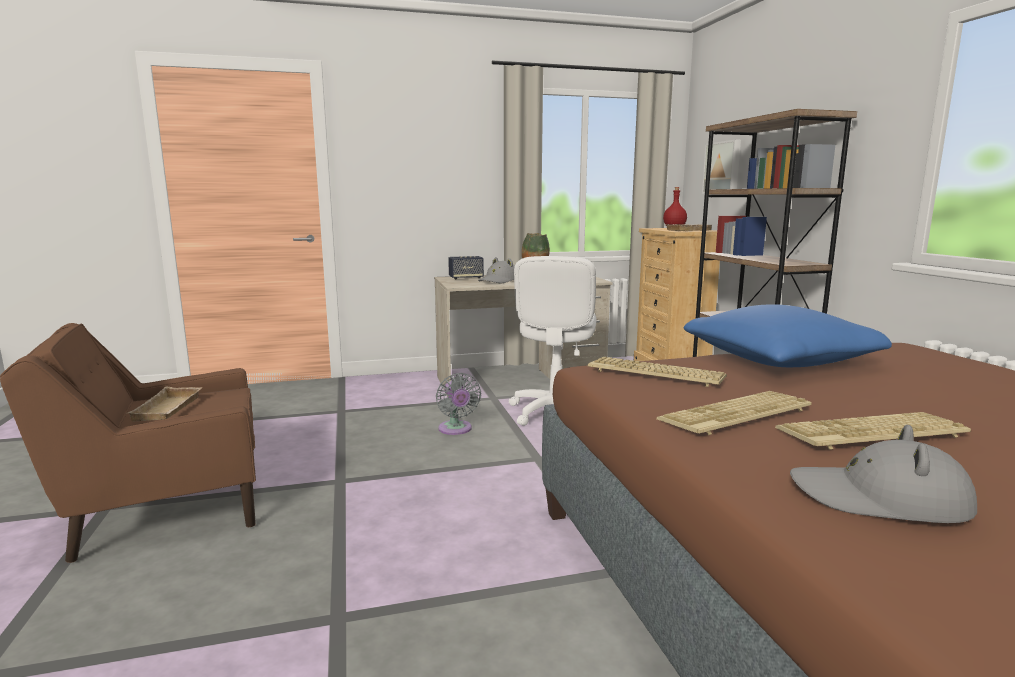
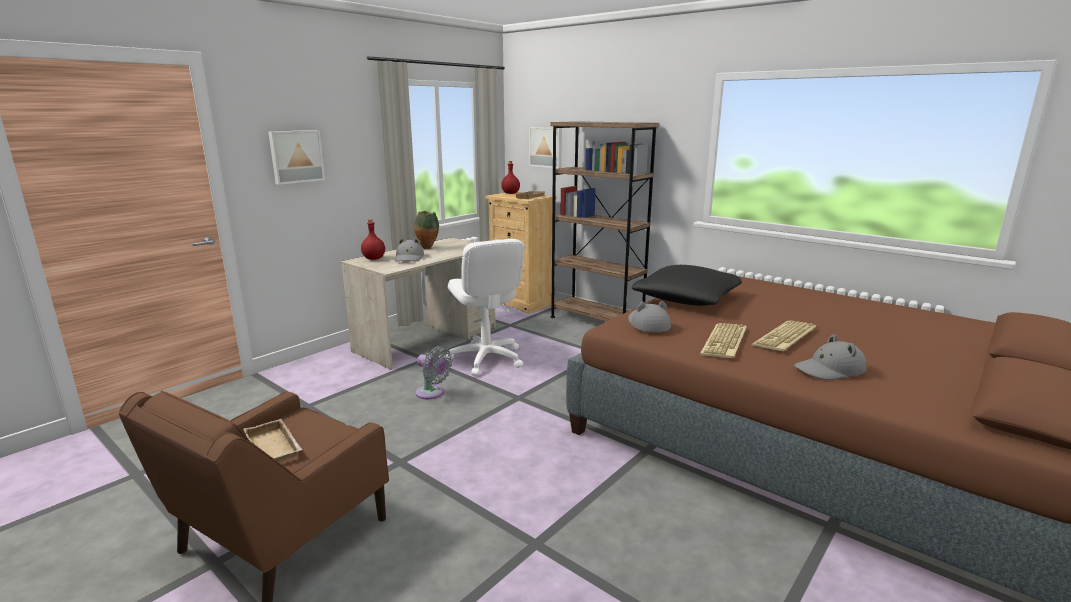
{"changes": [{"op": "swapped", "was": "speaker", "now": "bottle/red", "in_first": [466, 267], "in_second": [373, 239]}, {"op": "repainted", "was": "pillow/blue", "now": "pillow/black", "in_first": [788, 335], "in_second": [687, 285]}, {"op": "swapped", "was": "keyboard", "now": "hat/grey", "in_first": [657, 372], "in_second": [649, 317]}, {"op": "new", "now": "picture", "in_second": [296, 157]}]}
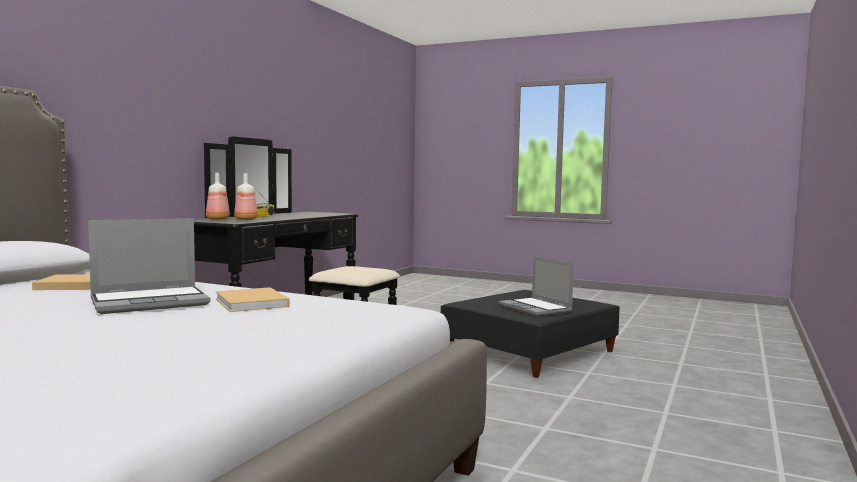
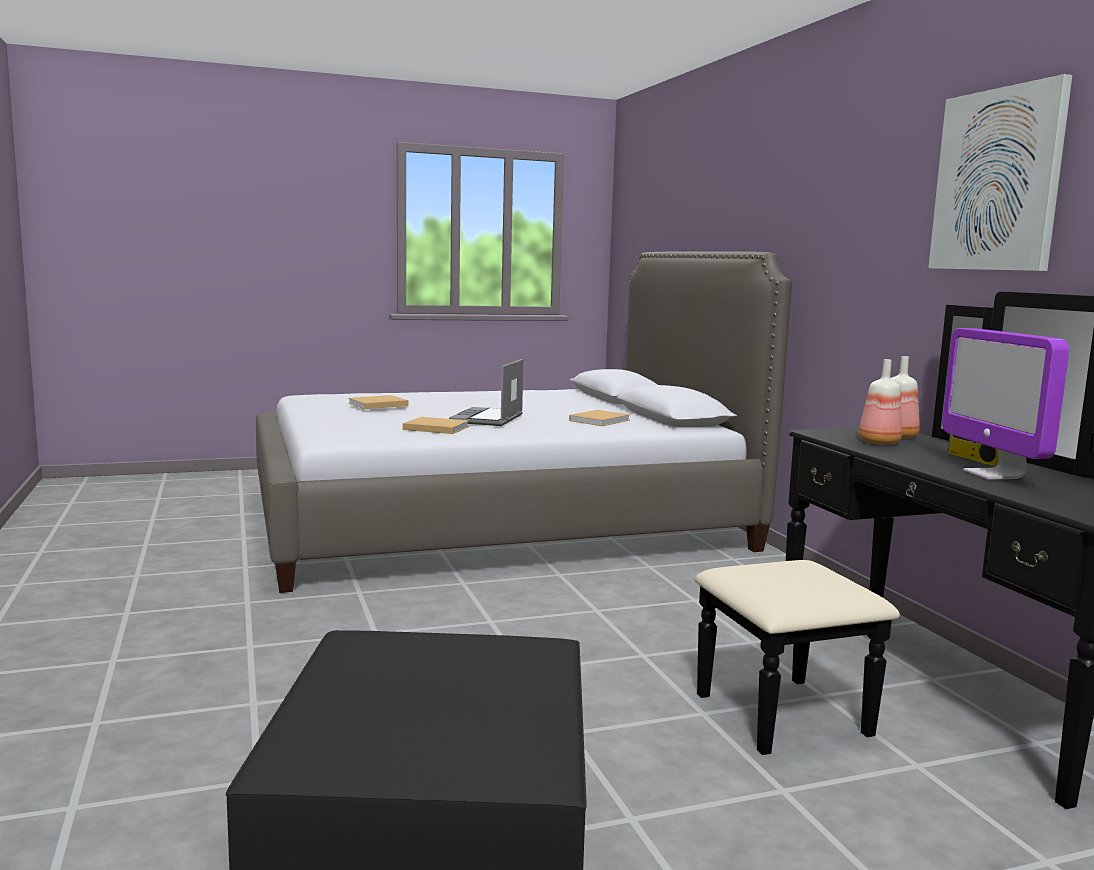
{"changes": [{"op": "gone", "was": "laptop", "in_first": [536, 286]}, {"op": "new", "now": "picture", "in_second": [1000, 172]}, {"op": "new", "now": "monitor", "in_second": [1005, 404]}, {"op": "new", "now": "book/beige", "in_second": [378, 402]}]}
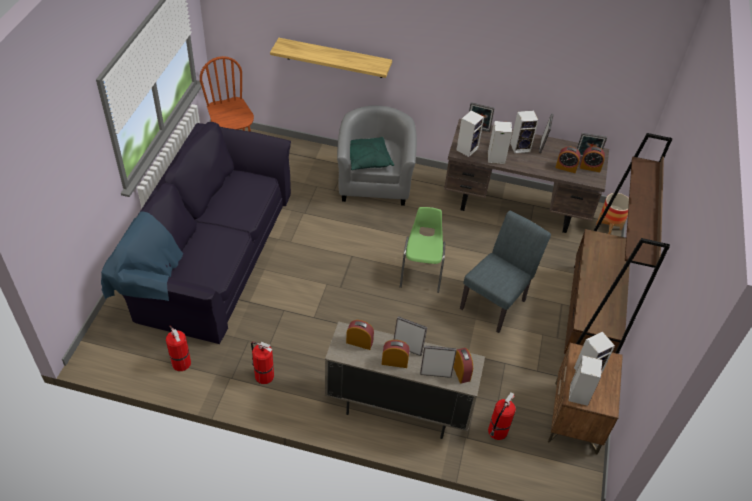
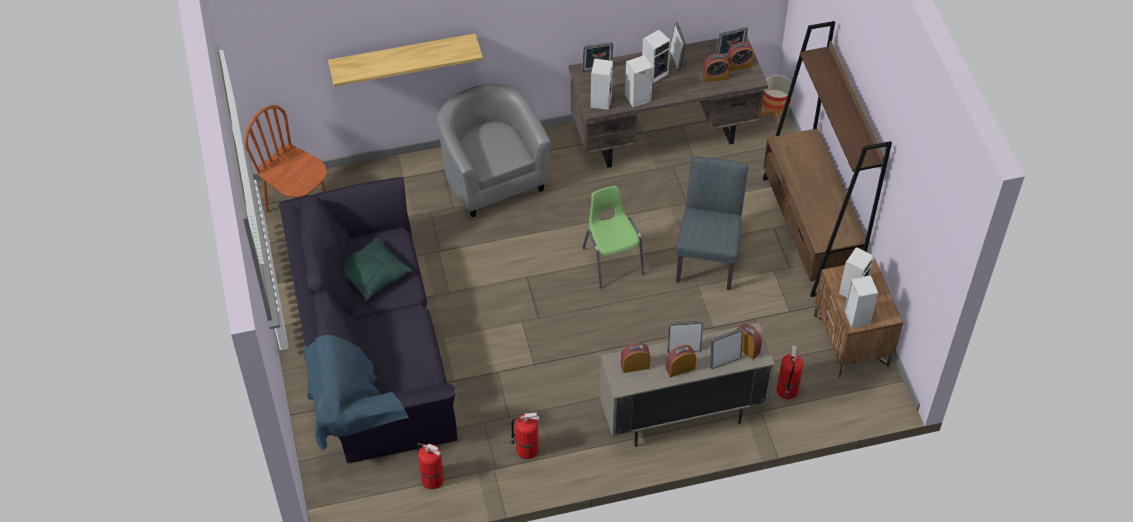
{"changes": [{"op": "shifted", "was": "pillow/green", "in_first": [372, 153], "in_second": [378, 269]}]}
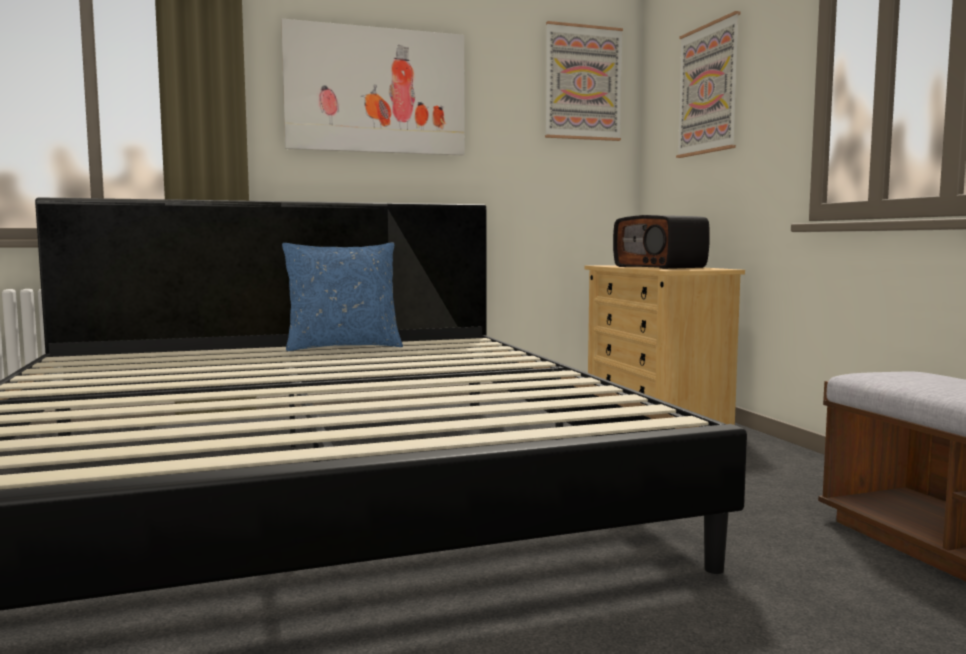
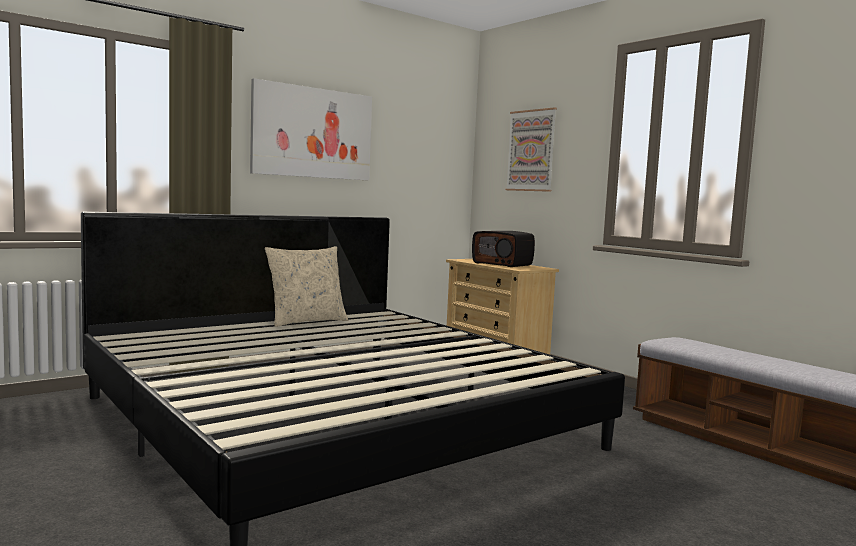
{"changes": [{"op": "gone", "was": "picture", "in_first": [584, 81]}, {"op": "repainted", "was": "pillow/blue", "now": "pillow/beige", "in_first": [342, 296], "in_second": [306, 286]}]}
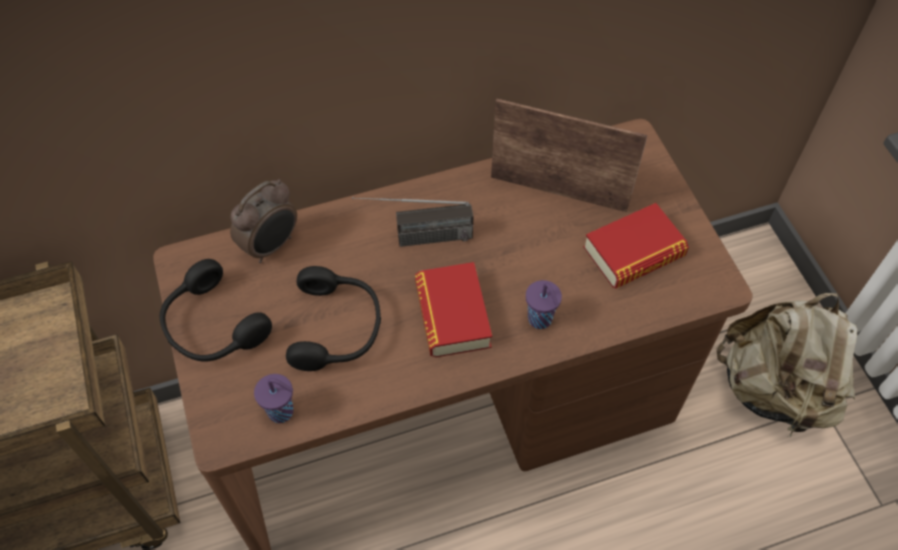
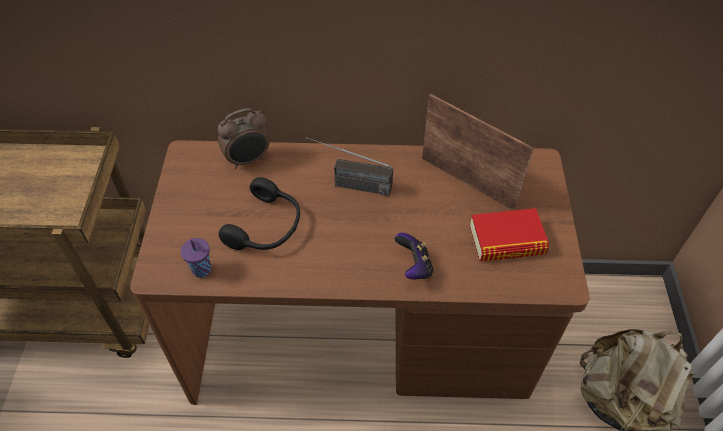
{"changes": [{"op": "gone", "was": "headphones/black", "in_first": [216, 310]}, {"op": "gone", "was": "book", "in_first": [453, 309]}, {"op": "swapped", "was": "cup/purple", "now": "game controller", "in_first": [544, 304], "in_second": [414, 256]}]}
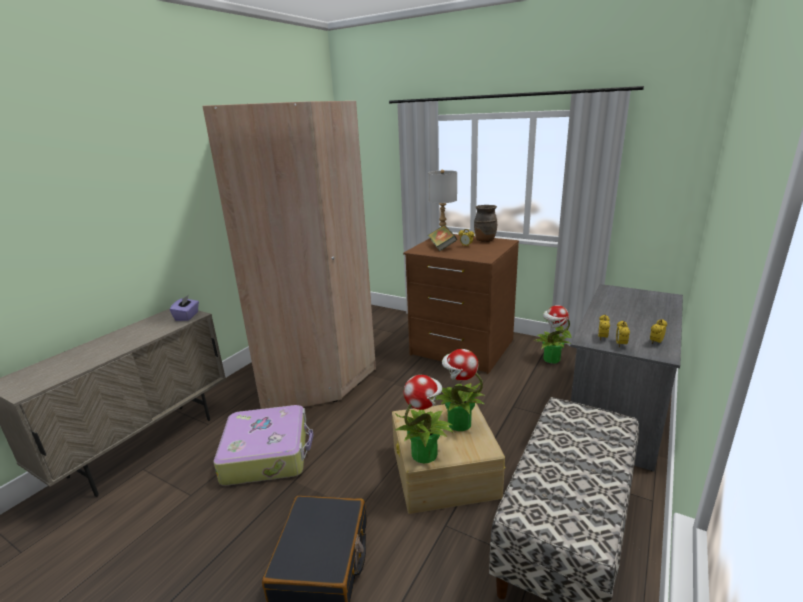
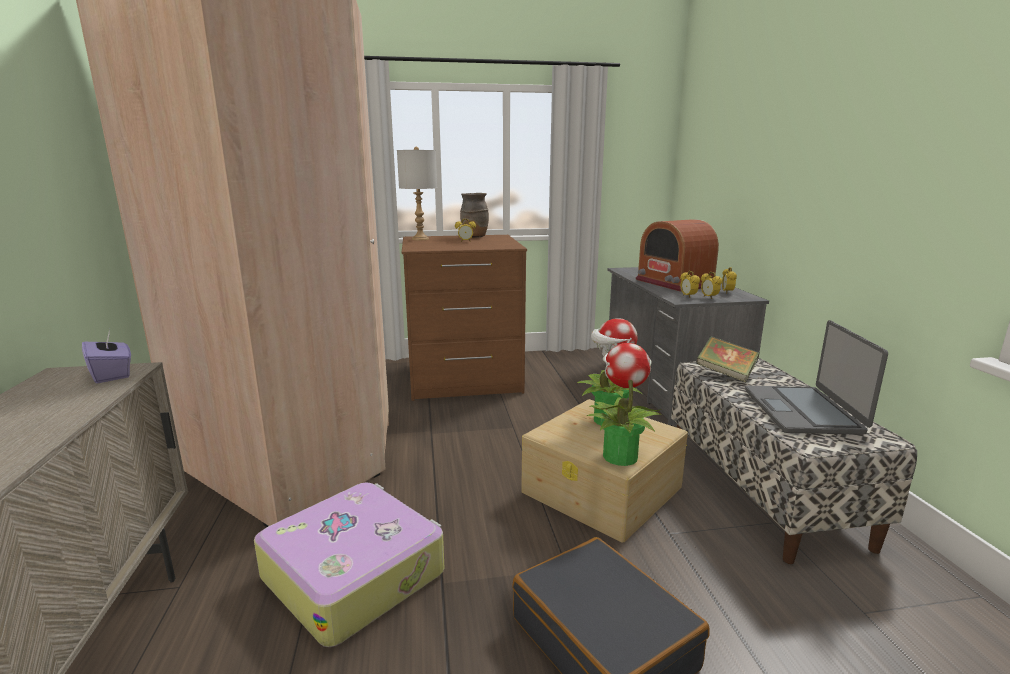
{"changes": [{"op": "shifted", "was": "book", "in_first": [442, 238], "in_second": [728, 359]}, {"op": "gone", "was": "potted plant", "in_first": [554, 334]}, {"op": "new", "now": "radio", "in_second": [677, 255]}, {"op": "new", "now": "laptop", "in_second": [816, 377]}]}
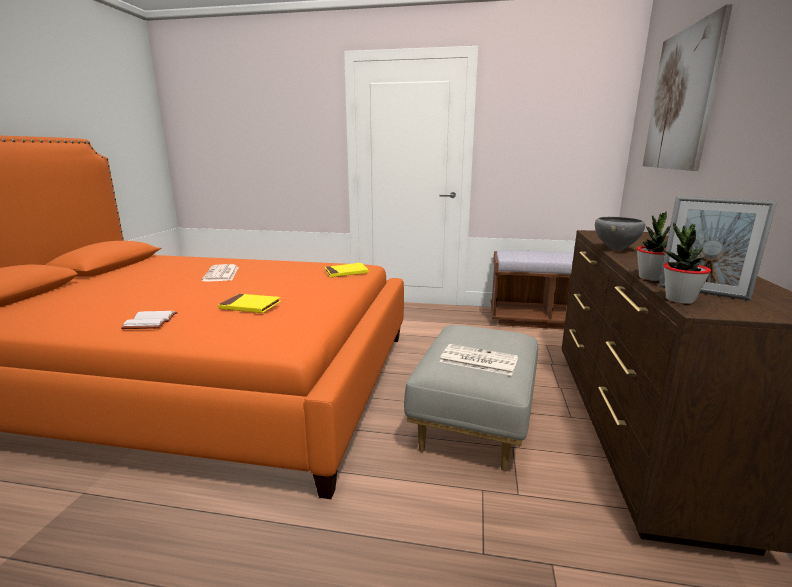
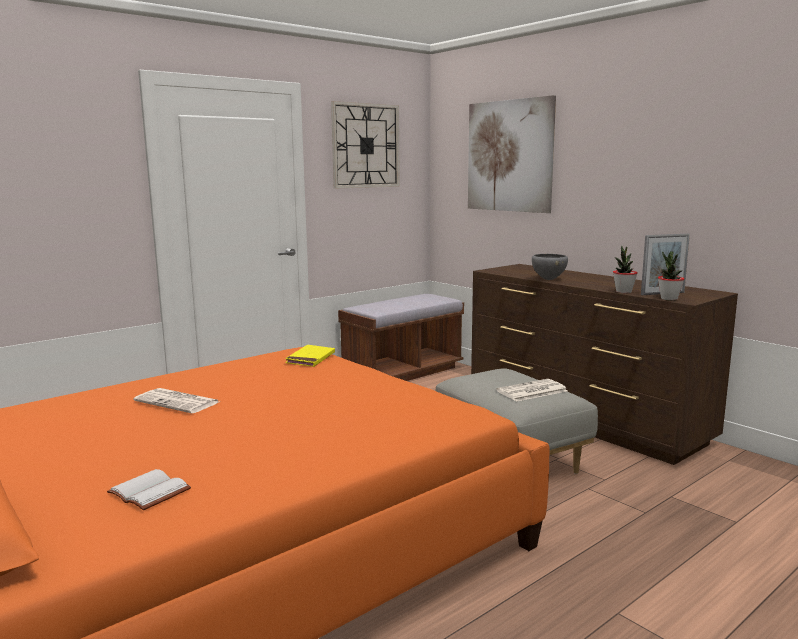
{"changes": [{"op": "gone", "was": "book/yellow", "in_first": [249, 303]}, {"op": "shifted", "was": "book/white", "in_first": [149, 320], "in_second": [149, 489]}, {"op": "new", "now": "wall clock", "in_second": [365, 144]}]}
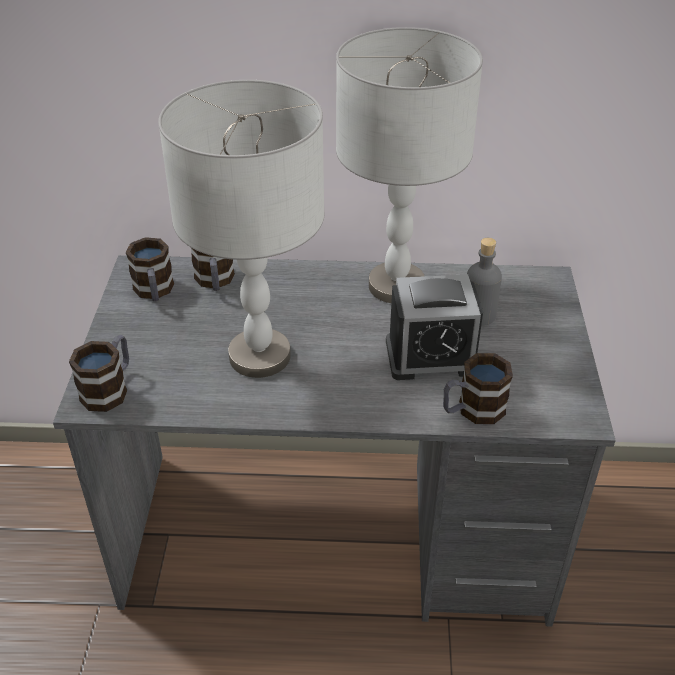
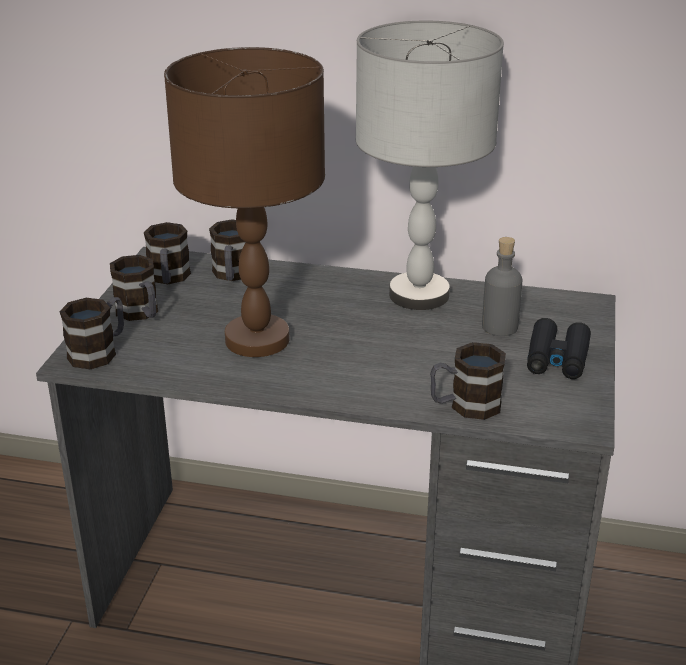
{"changes": [{"op": "repainted", "was": "table lamp/grey", "now": "table lamp/brown", "in_first": [241, 229], "in_second": [244, 202]}, {"op": "gone", "was": "alarm clock", "in_first": [434, 327]}, {"op": "new", "now": "mug", "in_second": [134, 288]}, {"op": "new", "now": "binoculars/black", "in_second": [559, 348]}]}
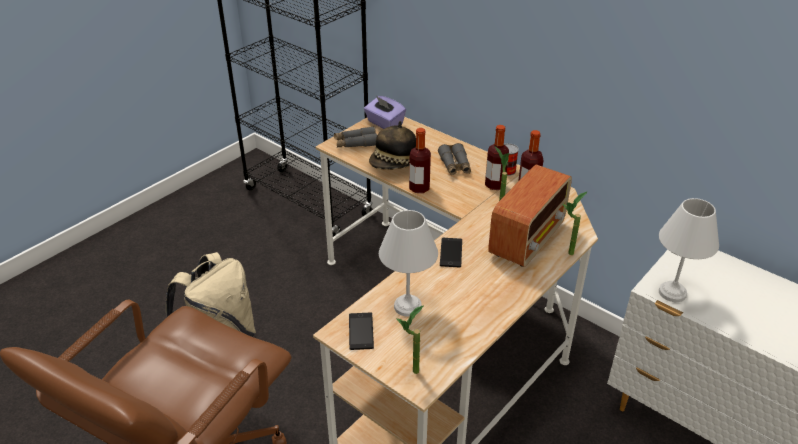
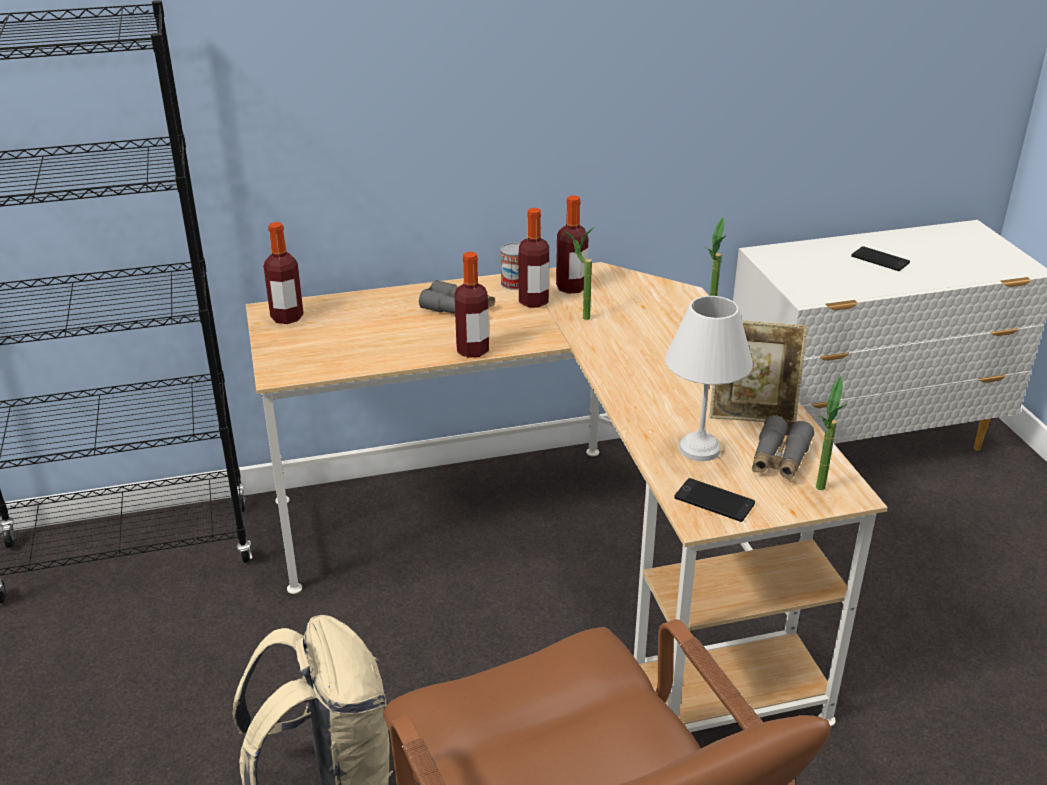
{"changes": [{"op": "swapped", "was": "tissue box/purple", "now": "bottle", "in_first": [385, 112], "in_second": [284, 273]}, {"op": "gone", "was": "hat", "in_first": [392, 145]}, {"op": "shifted", "was": "binoculars/grey", "in_first": [355, 137], "in_second": [783, 447]}, {"op": "gone", "was": "radio", "in_first": [530, 215]}, {"op": "gone", "was": "table lamp/white", "in_first": [689, 250]}, {"op": "shifted", "was": "phone", "in_first": [451, 252], "in_second": [880, 258]}, {"op": "new", "now": "picture frame", "in_second": [759, 371]}]}
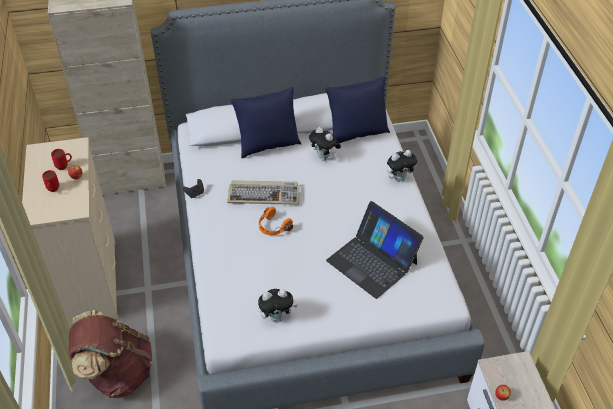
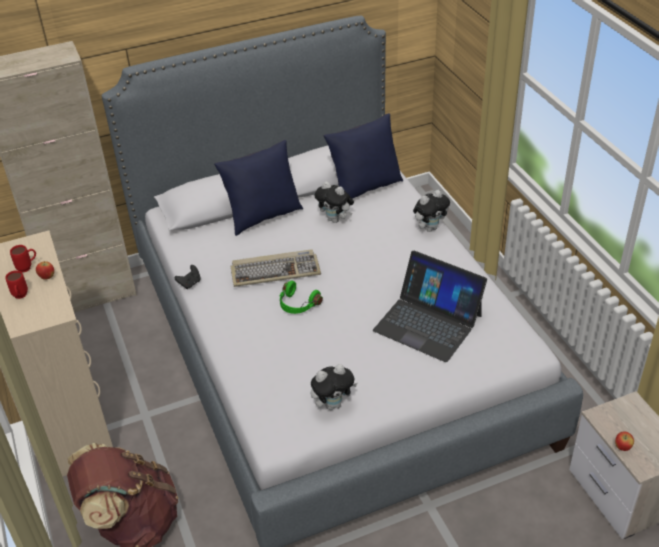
{"changes": [{"op": "repainted", "was": "headphones/orange", "now": "headphones/green", "in_first": [276, 221], "in_second": [301, 297]}]}
